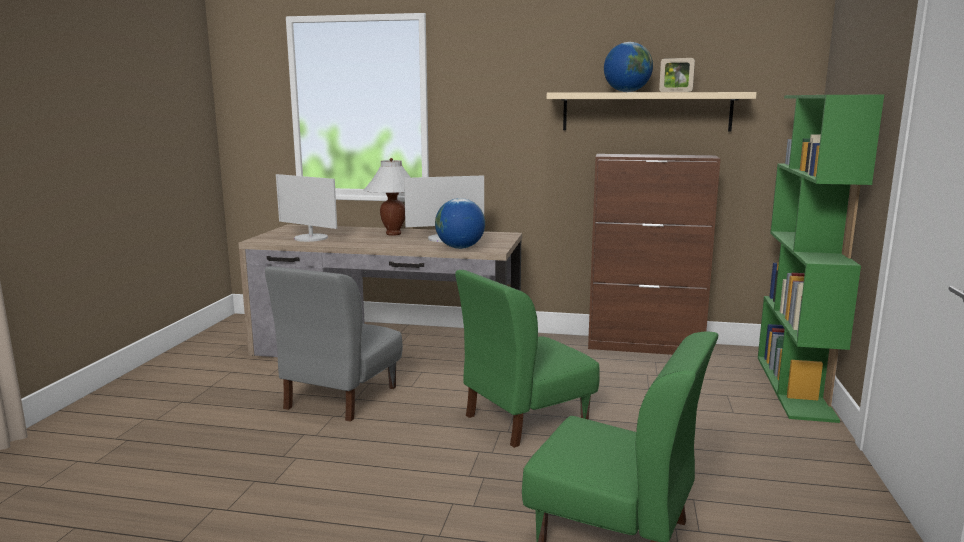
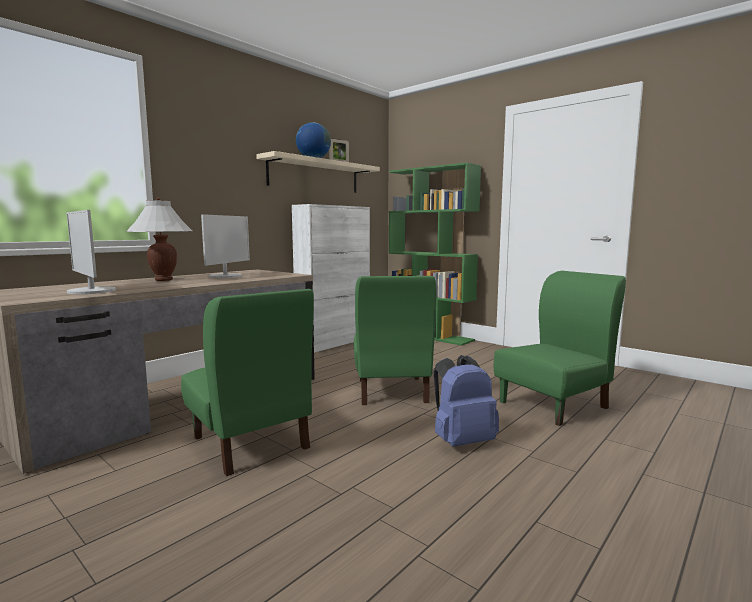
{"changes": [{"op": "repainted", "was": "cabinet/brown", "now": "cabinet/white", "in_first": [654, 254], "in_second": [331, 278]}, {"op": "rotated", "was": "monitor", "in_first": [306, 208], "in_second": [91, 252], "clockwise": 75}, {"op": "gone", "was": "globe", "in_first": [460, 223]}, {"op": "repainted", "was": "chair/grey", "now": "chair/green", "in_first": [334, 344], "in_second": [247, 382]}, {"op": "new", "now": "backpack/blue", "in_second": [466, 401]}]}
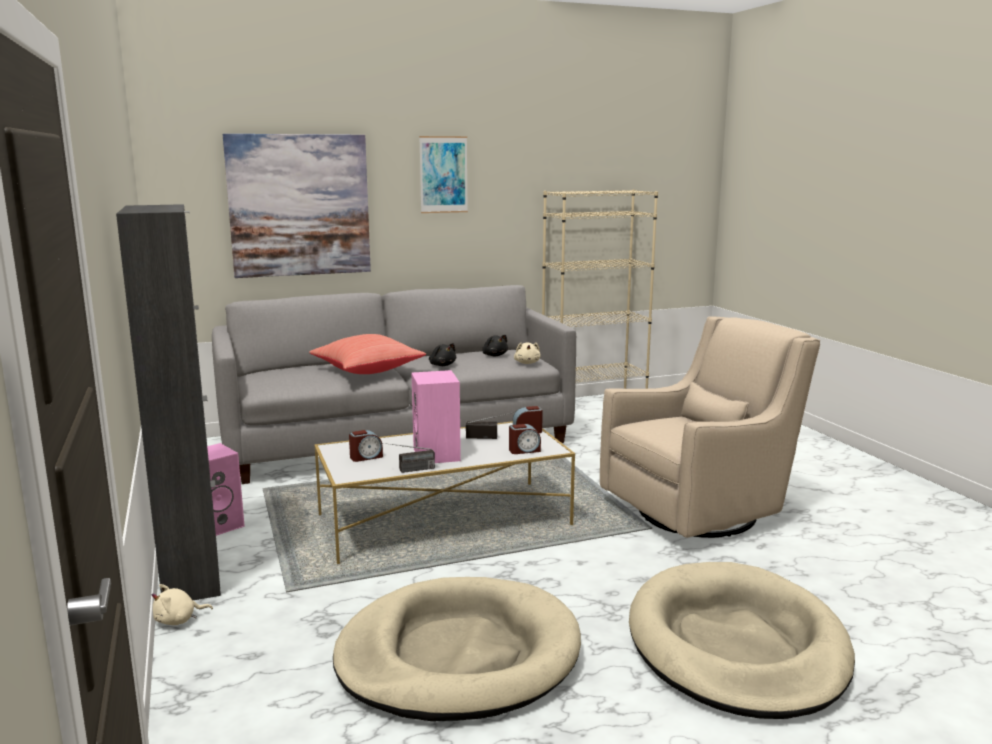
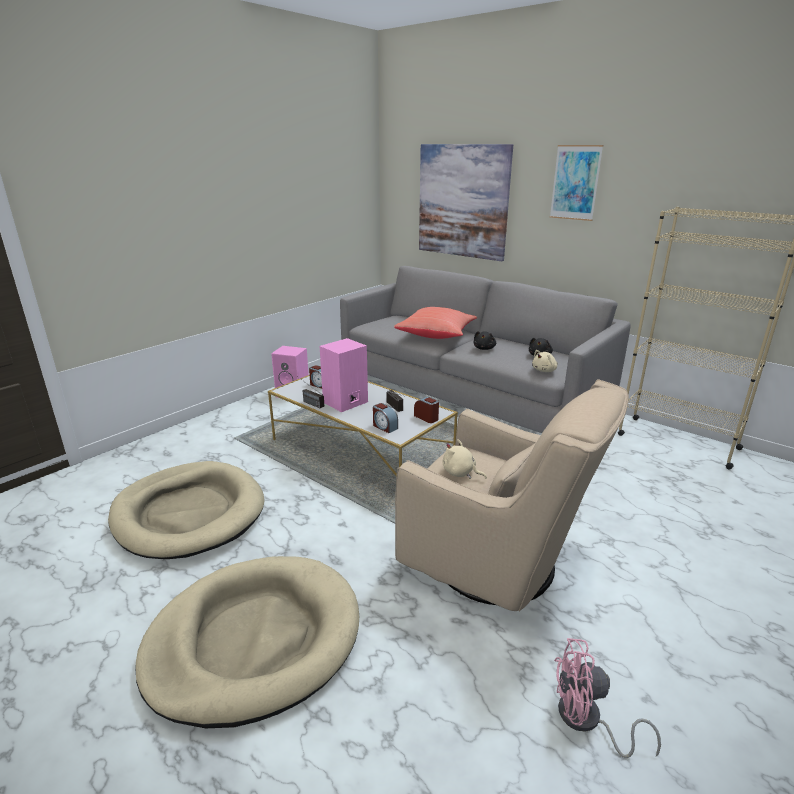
{"changes": [{"op": "gone", "was": "cabinet/black", "in_first": [168, 402]}, {"op": "shifted", "was": "plush toy/beige", "in_first": [182, 604], "in_second": [464, 459]}, {"op": "new", "now": "fan/pink", "in_second": [607, 698]}]}
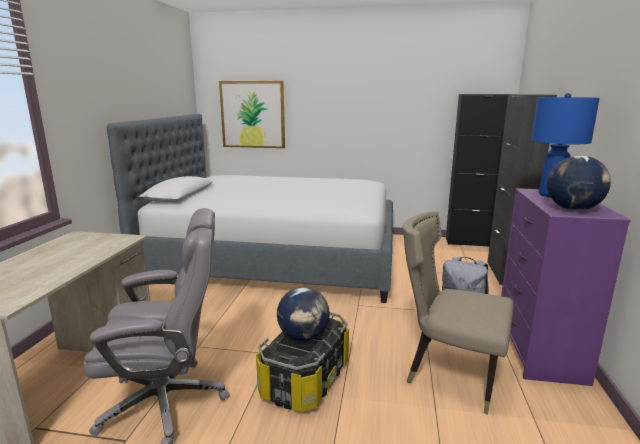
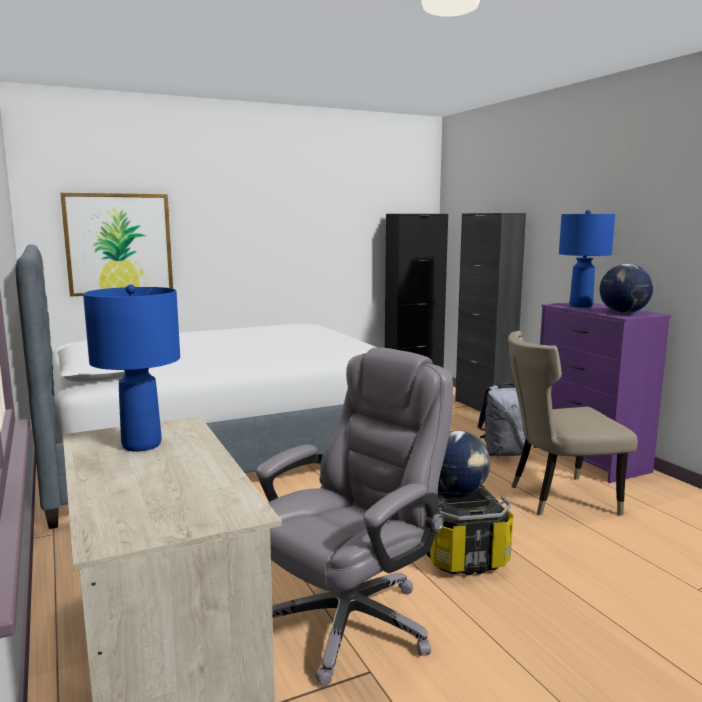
{"changes": [{"op": "new", "now": "table lamp/blue", "in_second": [131, 368]}]}
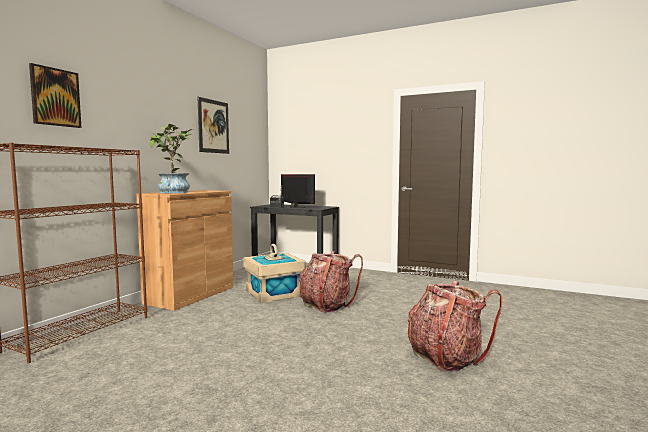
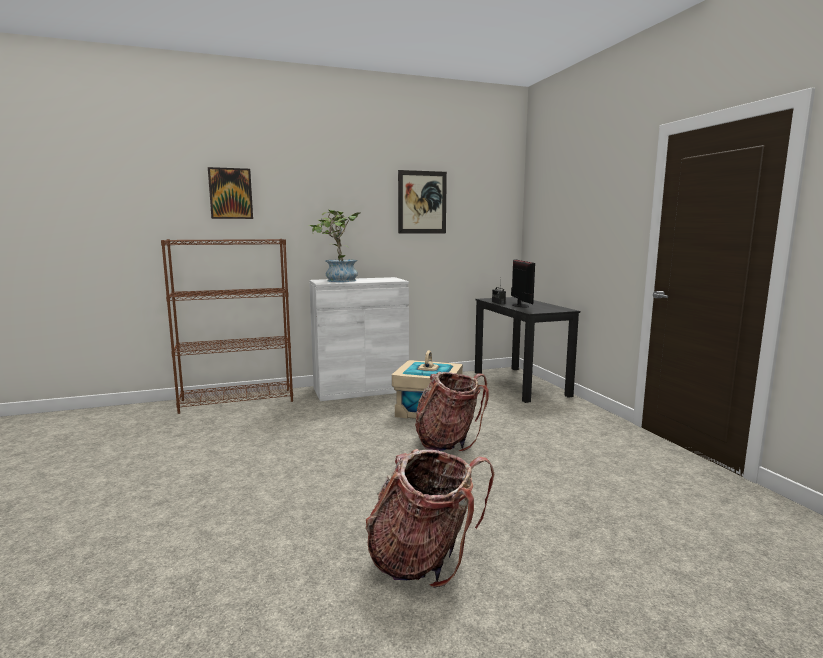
{"changes": [{"op": "repainted", "was": "cabinet/brown", "now": "cabinet/white", "in_first": [184, 250], "in_second": [359, 339]}]}
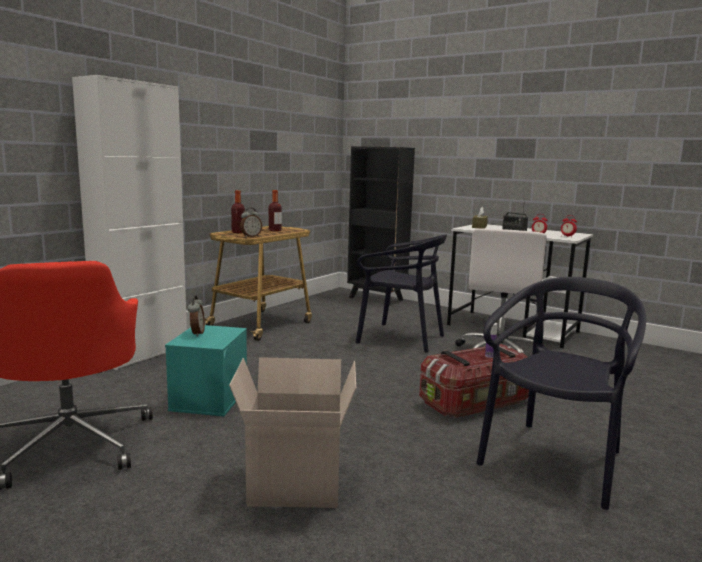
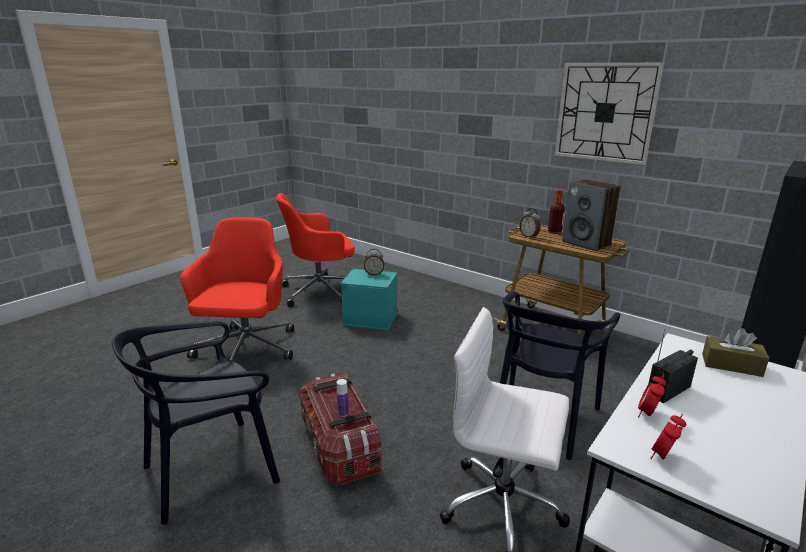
{"changes": [{"op": "gone", "was": "cabinet/white", "in_first": [129, 222]}, {"op": "swapped", "was": "bottle", "now": "speaker", "in_first": [275, 210], "in_second": [591, 215]}, {"op": "rotated", "was": "chair/black", "in_first": [561, 393], "in_second": [196, 423], "clockwise": 105}, {"op": "swapped", "was": "cardboard box", "now": "office chair/red", "in_first": [292, 432], "in_second": [237, 289]}, {"op": "new", "now": "wall clock", "in_second": [609, 113]}]}
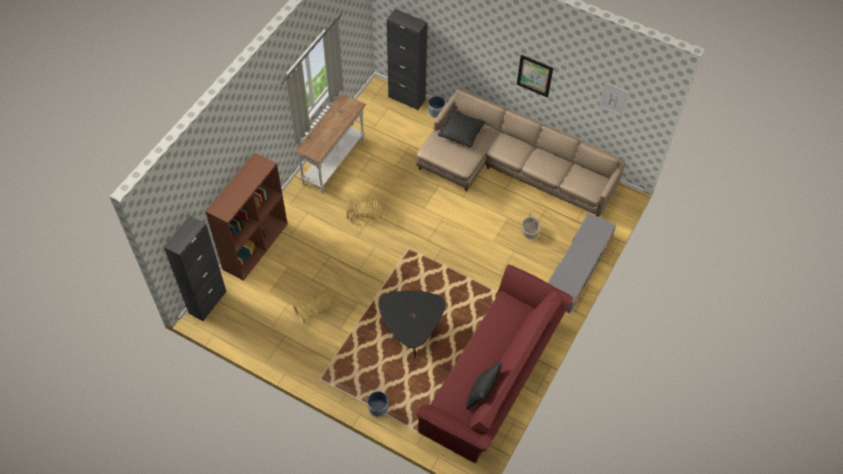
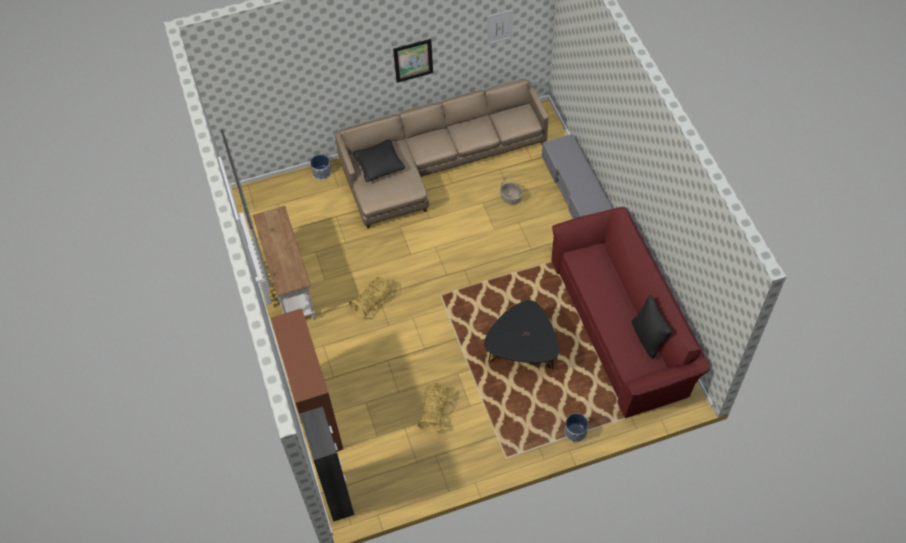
{"changes": [{"op": "gone", "was": "cabinet/black", "in_first": [407, 59]}]}
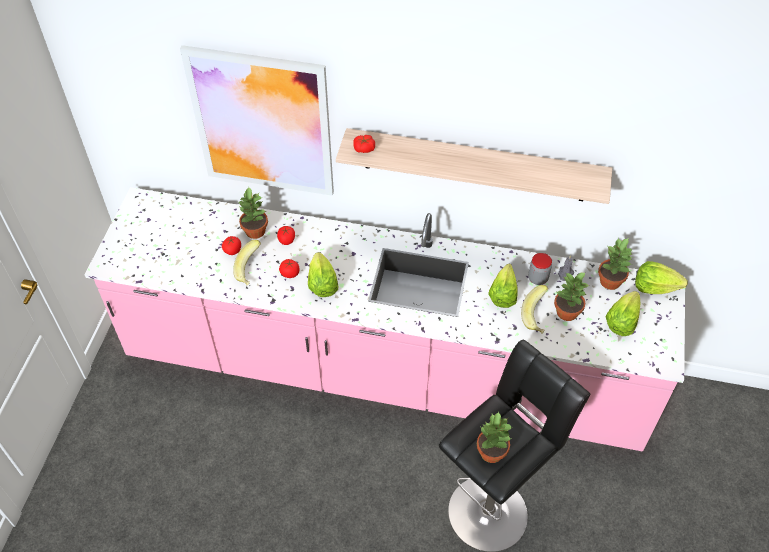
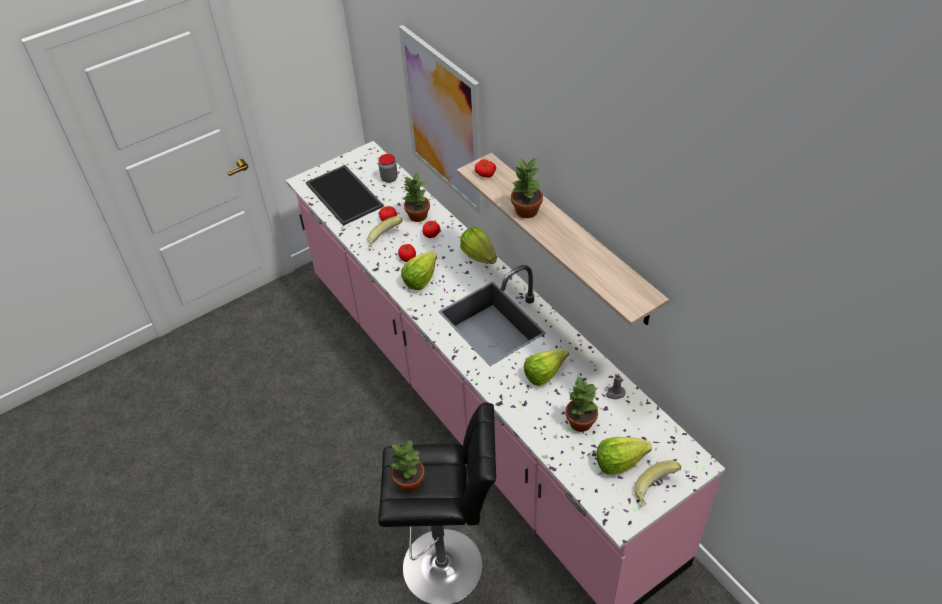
{"changes": [{"op": "shifted", "was": "potted plant", "in_first": [615, 264], "in_second": [527, 188]}, {"op": "shifted", "was": "jar", "in_first": [540, 269], "in_second": [388, 168]}, {"op": "shifted", "was": "lettuce", "in_first": [661, 277], "in_second": [478, 245]}, {"op": "shifted", "was": "banana", "in_first": [534, 309], "in_second": [657, 483]}, {"op": "new", "now": "tray", "in_second": [345, 195]}]}
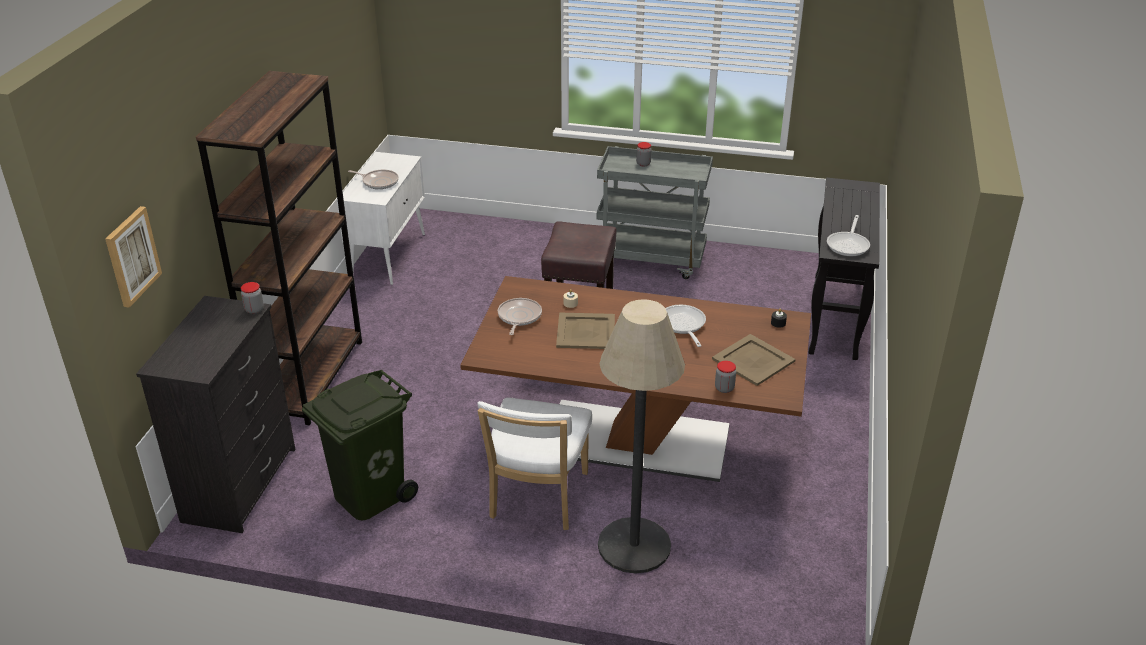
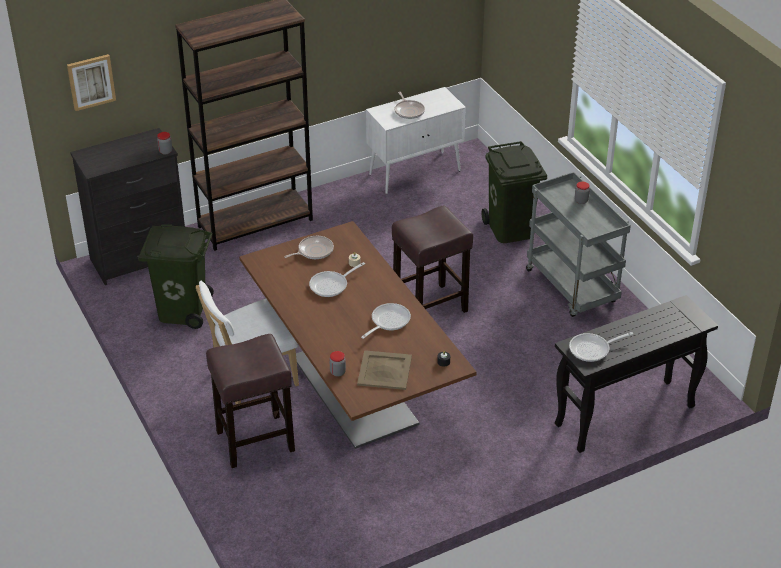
{"changes": [{"op": "swapped", "was": "floor lamp", "now": "stool/brown", "in_first": [641, 436], "in_second": [250, 401]}, {"op": "swapped", "was": "tray/beige", "now": "frying pan", "in_first": [585, 331], "in_second": [337, 279]}, {"op": "new", "now": "trash can/green", "in_second": [514, 192]}]}
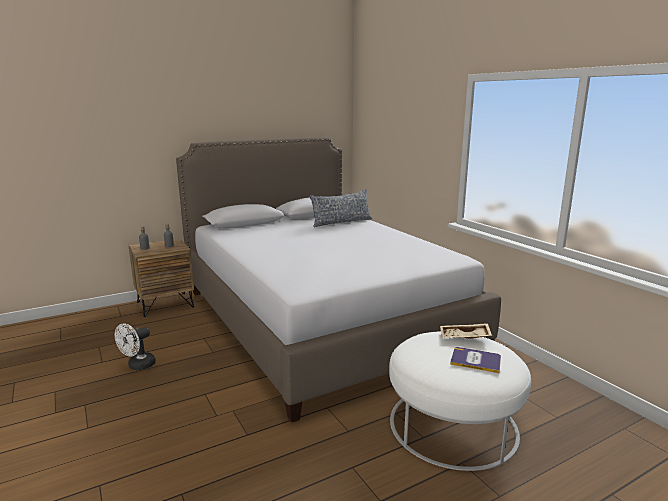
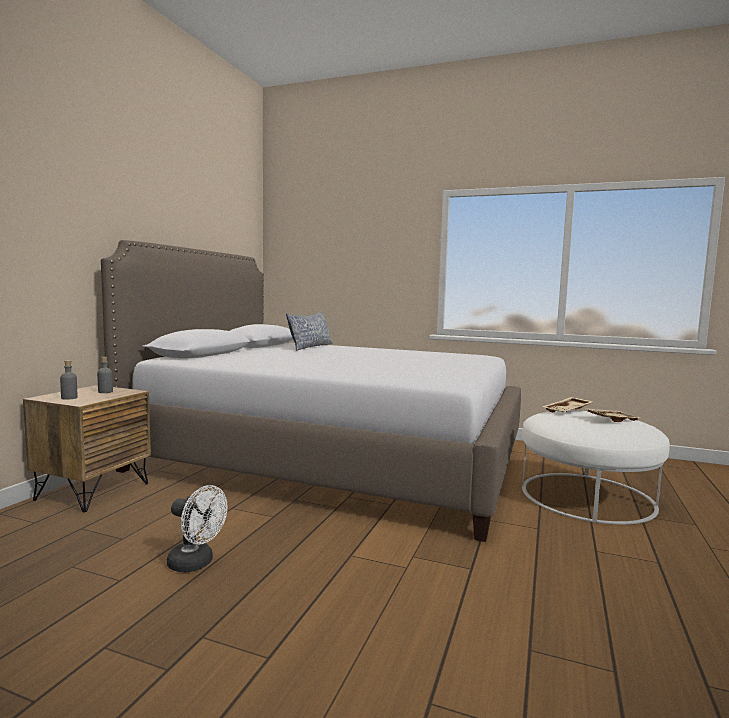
{"changes": [{"op": "rotated", "was": "fan/white", "in_first": [135, 346], "in_second": [197, 529], "clockwise": -60}, {"op": "swapped", "was": "book", "now": "tray/beige", "in_first": [475, 360], "in_second": [614, 415]}]}
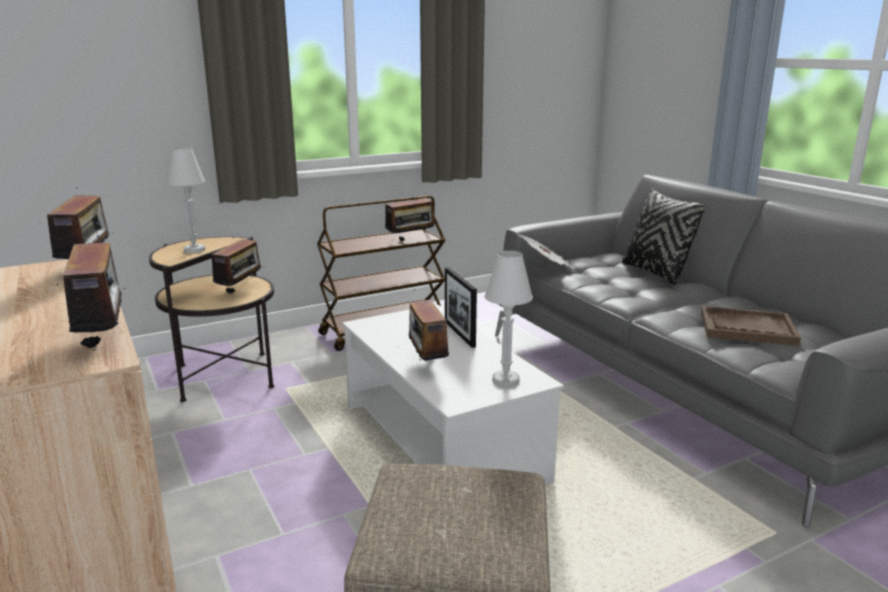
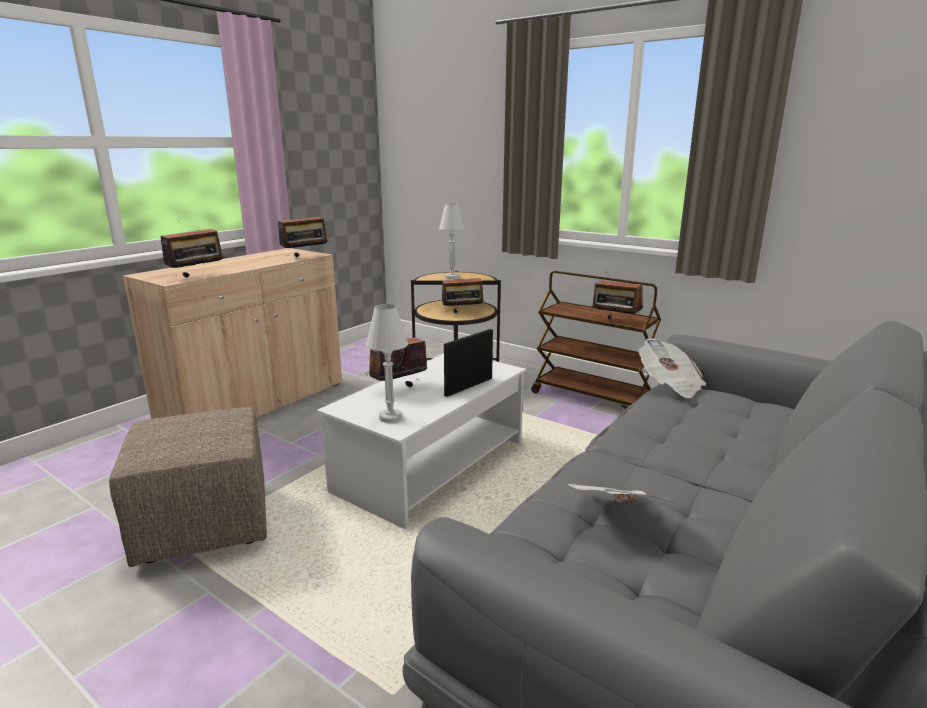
{"changes": [{"op": "gone", "was": "pillow/black", "in_first": [664, 236]}, {"op": "swapped", "was": "tray/brown", "now": "newspaper", "in_first": [751, 326], "in_second": [621, 493]}]}
